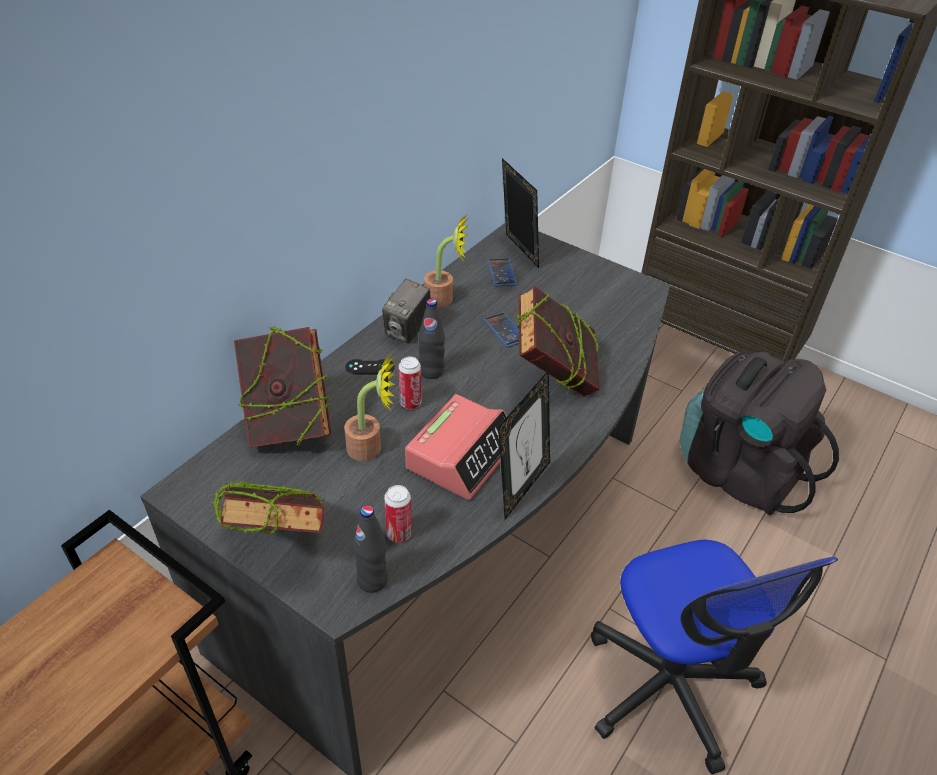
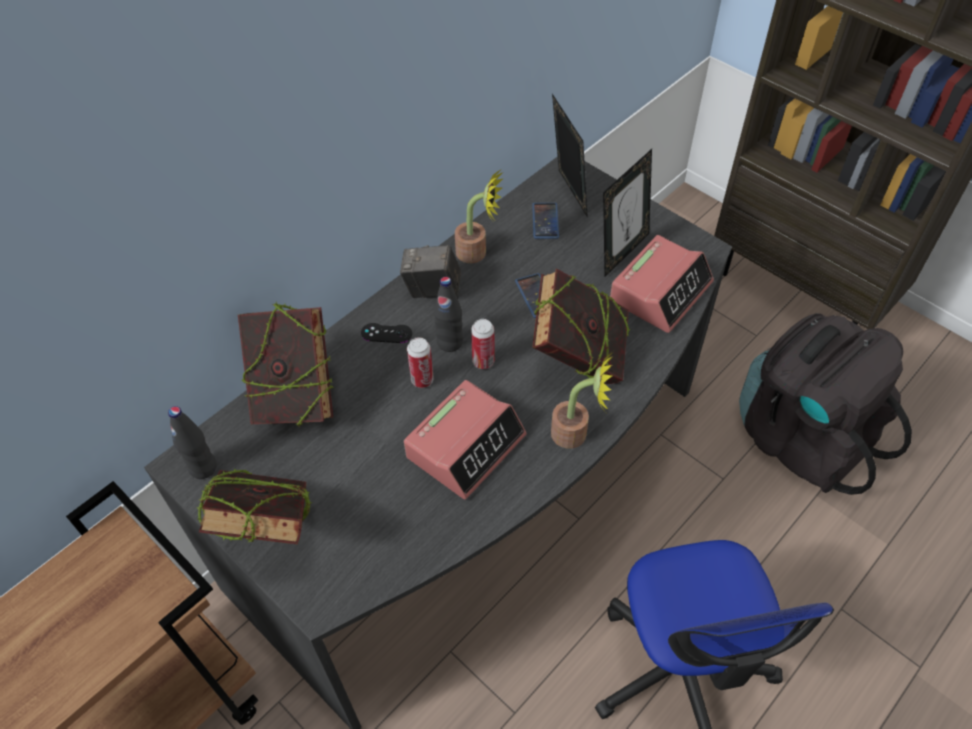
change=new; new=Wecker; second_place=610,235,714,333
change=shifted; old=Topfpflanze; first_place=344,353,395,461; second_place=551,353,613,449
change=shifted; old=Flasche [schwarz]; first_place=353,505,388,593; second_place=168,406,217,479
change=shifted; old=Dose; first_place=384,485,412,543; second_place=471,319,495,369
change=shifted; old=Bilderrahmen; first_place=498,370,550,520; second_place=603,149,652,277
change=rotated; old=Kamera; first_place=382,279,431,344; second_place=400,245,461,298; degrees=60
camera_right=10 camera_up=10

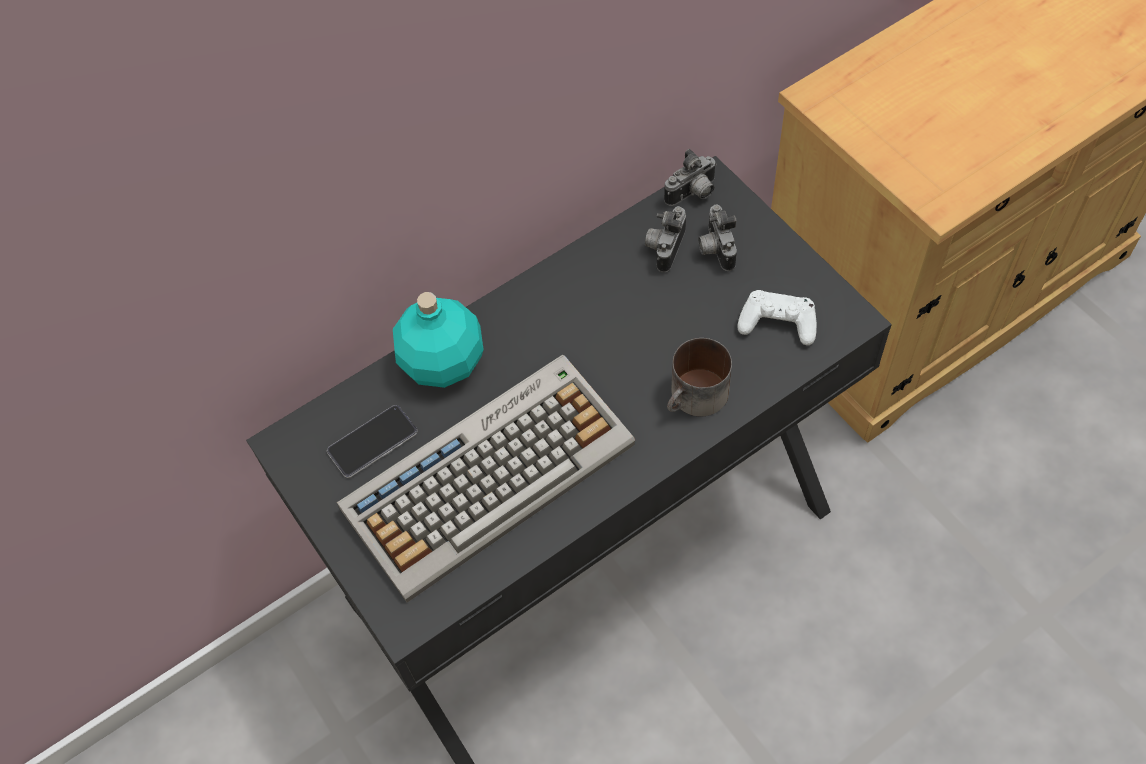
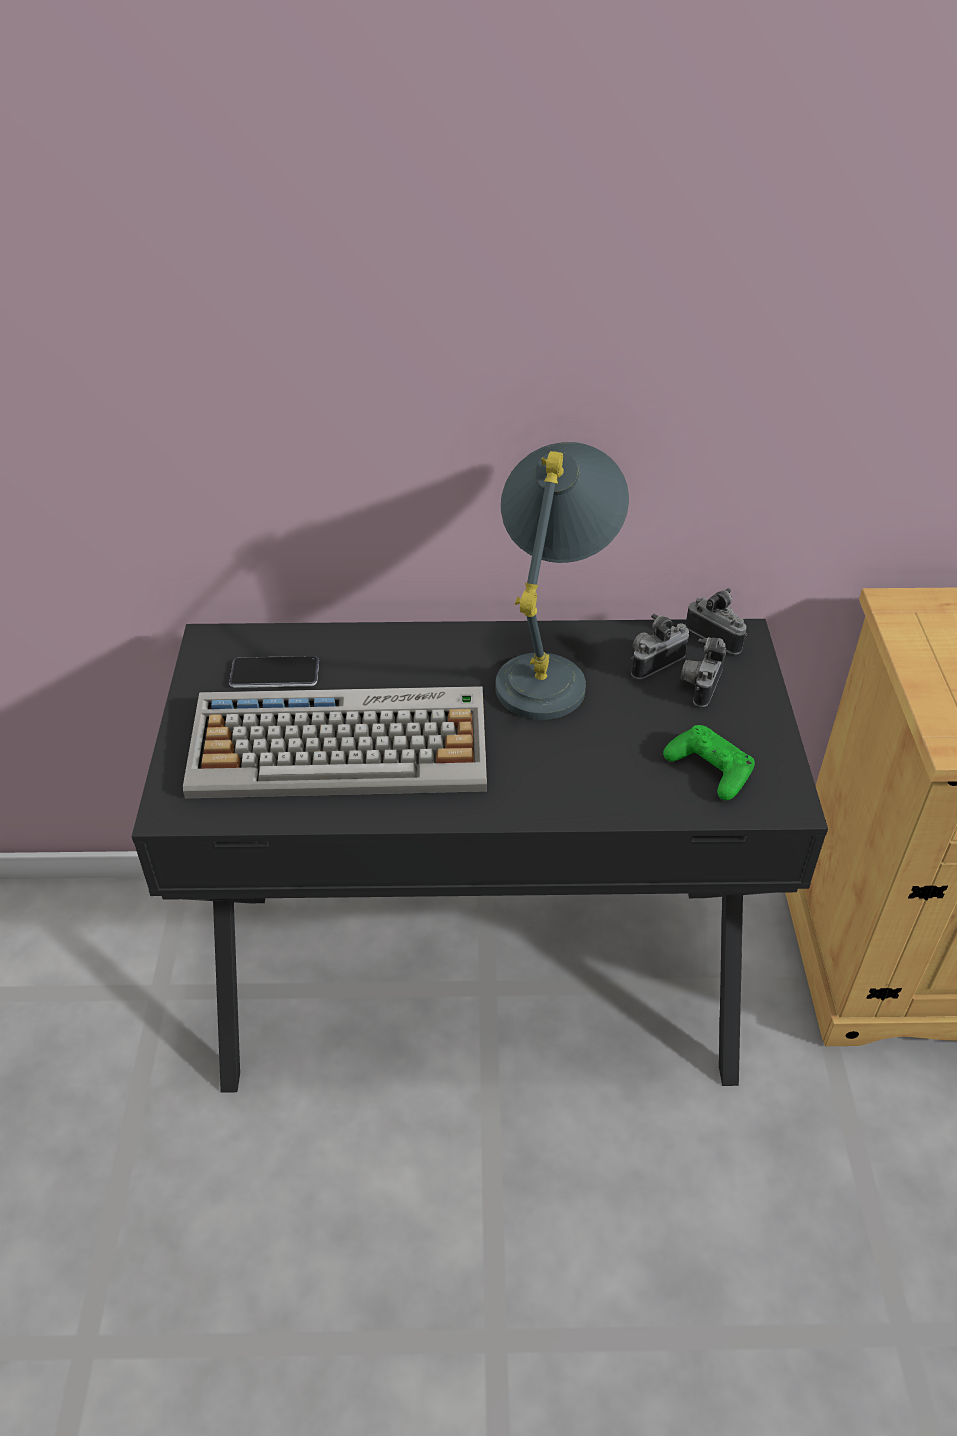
change=gone; old=Flasche [türkis]; first_place=393,292,484,388
change=gone; old=Henkelbecher; first_place=667,338,732,417
change=new; new=Tischlampe [grau]; second_place=496,442,629,720
change=repainted; old=Gamepad [weiß]; new=Gamepad [grün]; first_place=737,290,817,345; second_place=663,725,755,800
change=rotated; old=Kamera; first_place=664,149,717,206; second_place=685,588,747,655; degrees=-135
camera_right=30 camera_up=-15

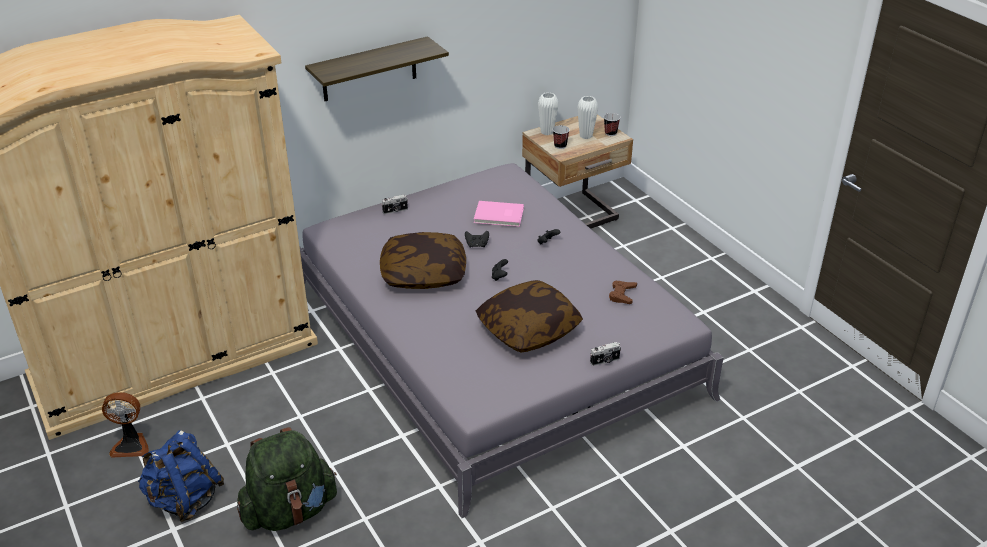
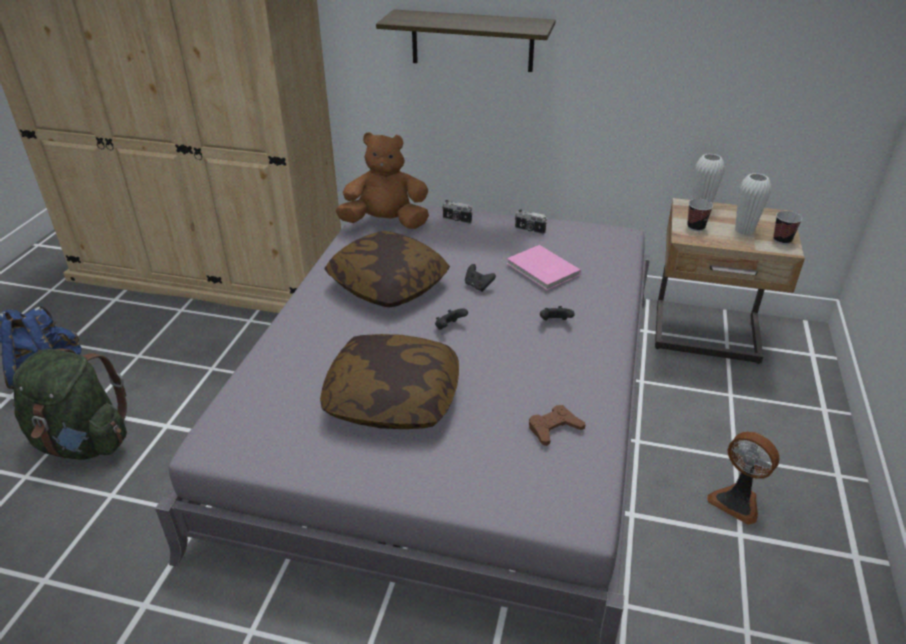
change=new; new=Plüschtier [braun]; second_place=335,132,429,229
change=shifted; old=Ventilator; first_place=102,392,149,458; second_place=707,432,780,525
change=shifted; old=Kamera; first_place=590,342,621,366; second_place=515,209,547,235
camera_right=45 camera_up=0

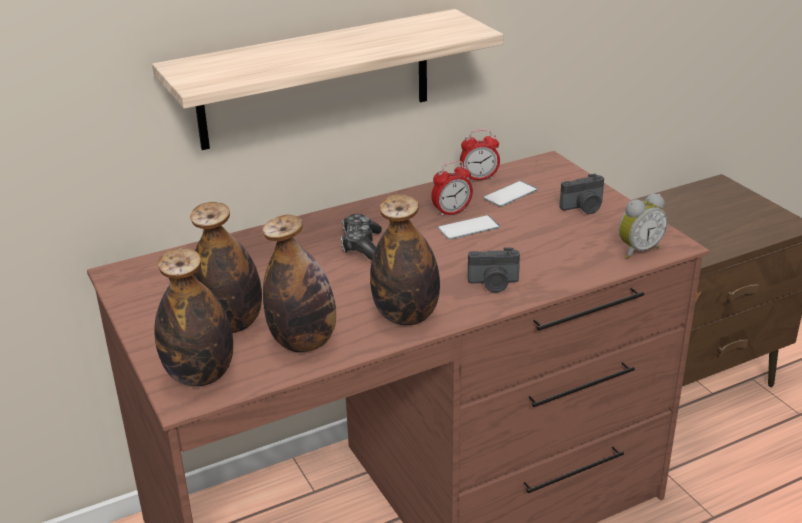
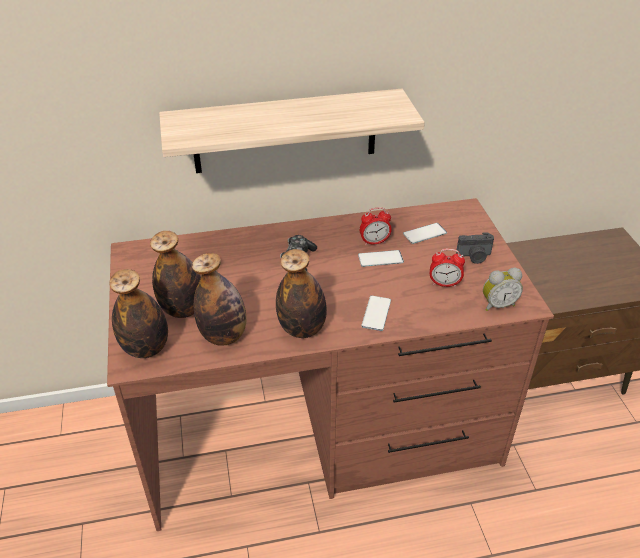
change=shifted; old=Wecker; first_place=460,129,500,180; second_place=430,249,465,287
change=swapped; old=Kamera; new=Handy; first_place=468,247,520,292; second_place=361,295,391,331
camera_right=15 camera_up=10

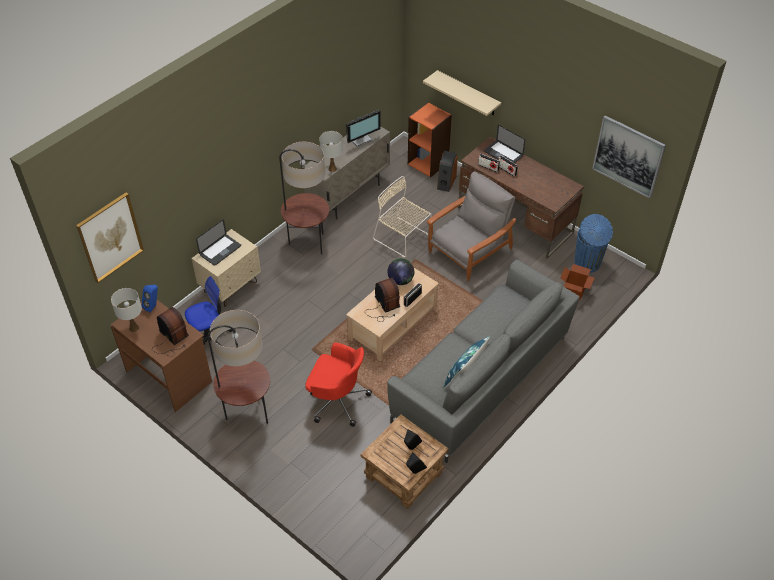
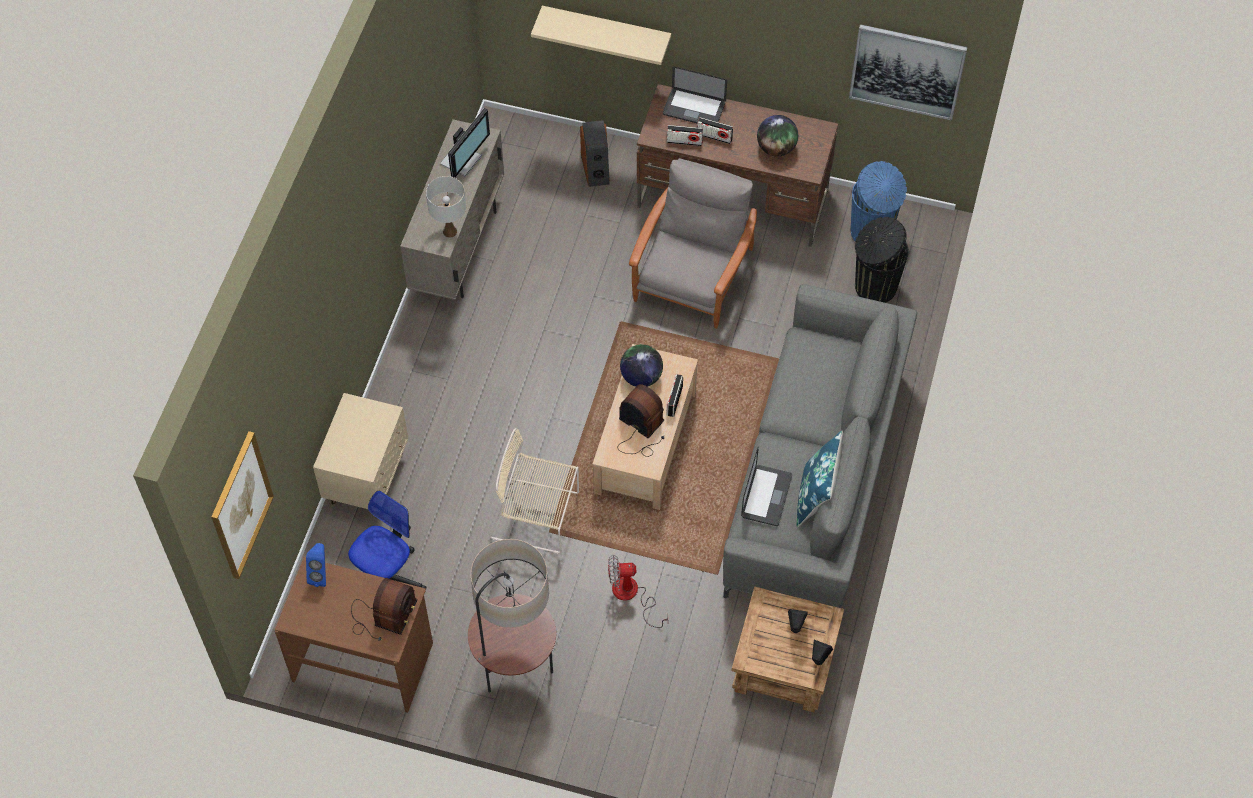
change=gone; old=Tischlampe [weiß]; first_place=111,288,142,332
change=gone; old=Stehlampe; first_place=279,142,329,255
change=gone; old=Bücherregal [orange]; first_place=408,102,452,177
change=new; new=Globus; second_place=757,115,798,156
change=shifted; old=Laptop; first_place=196,219,241,266; second_place=741,446,792,526
change=shifted; old=Stuhl [beige]; first_place=373,176,432,257; second_place=489,428,579,554
change=swapped; old=Bürostuhl [rot]; new=Ventilator; first_place=305,343,372,427; second_place=608,554,668,628
change=swapped; old=Karton; new=Mülleimer [schwarz]; first_place=560,264,595,300; second_place=855,217,909,303
change=rotated; old=Radio; first_place=152,307,189,357; second_place=351,578,417,641; degrees=90
camera_right=-25 camera_up=10

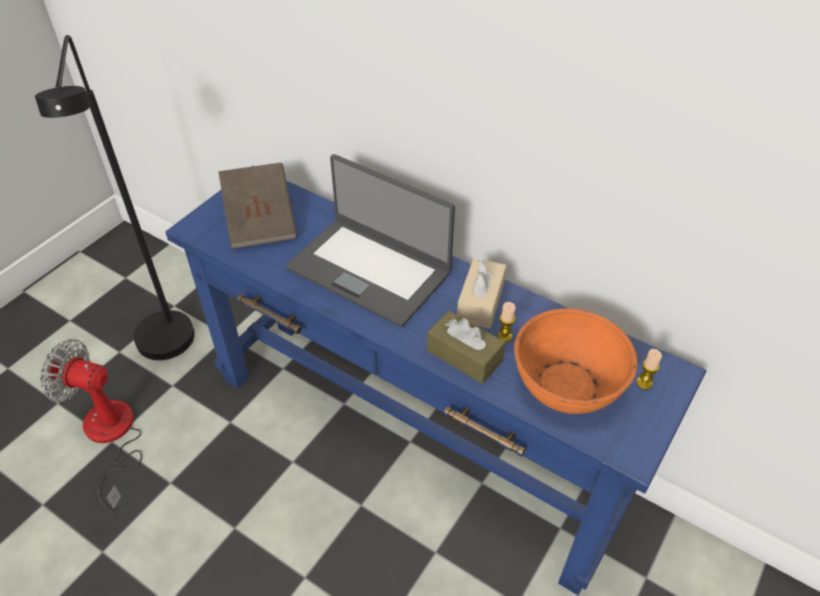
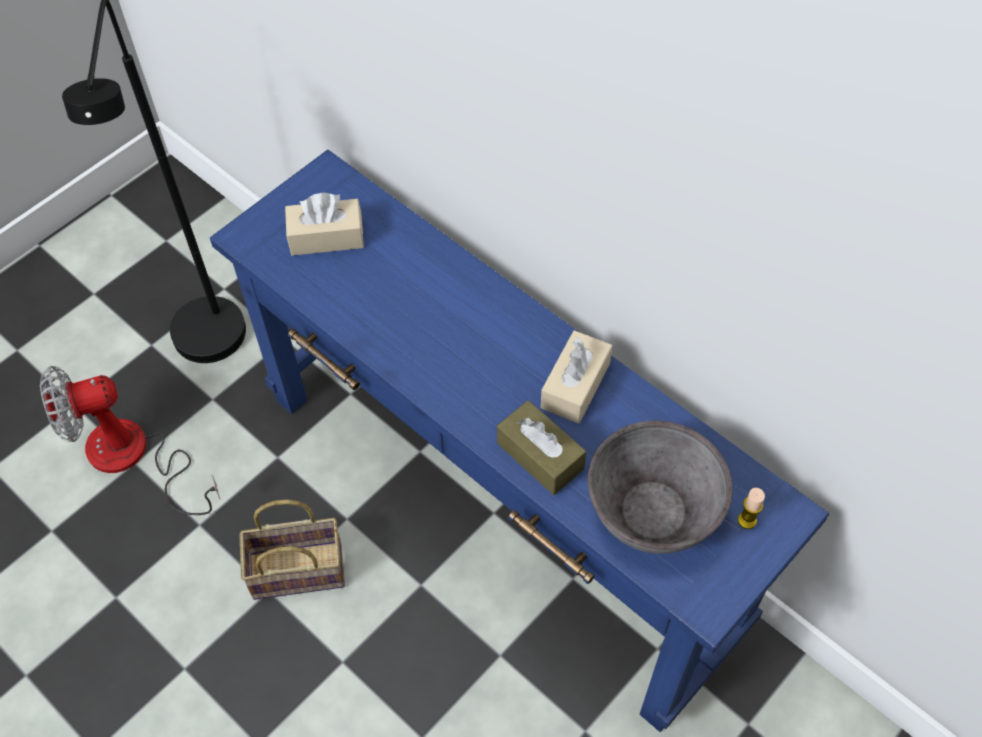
change=gone; old=Laptop; first_place=286,154,455,327
change=gone; old=Kerze; first_place=497,302,516,342
change=new; new=Korb; second_place=240,500,345,600
change=swapped; old=Buch [braun]; new=Taschentuchbox [beige]; first_place=218,162,297,249; second_place=285,193,364,256
change=repainted; old=Schüssel [orange]; new=Schüssel [grau]; first_place=514,308,638,414; second_place=588,421,733,554
change=rotated; old=Ventilator; first_place=40,339,142,512; second_place=40,366,220,515; degrees=-45
camera_right=10 camera_up=10

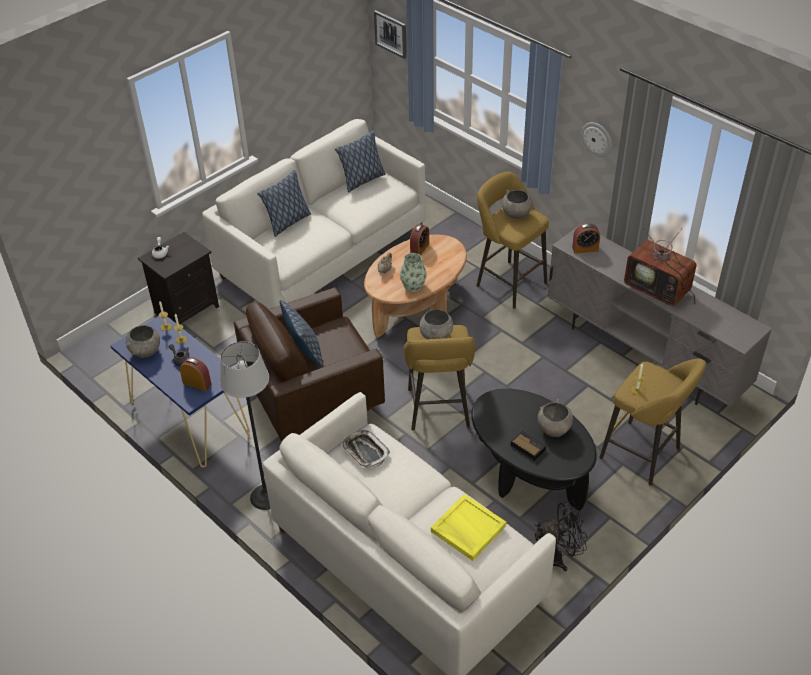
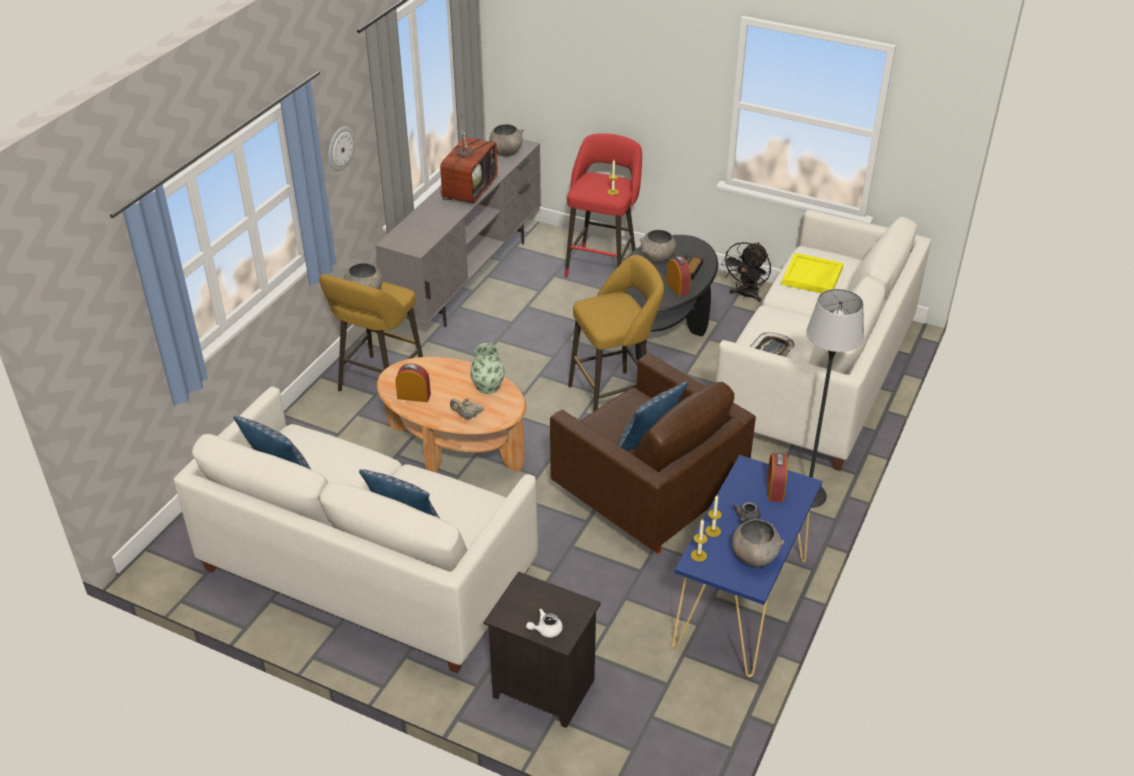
change=gone; old=Bild; first_place=374,10,407,59
change=shifted; old=Schüssel [grau]; first_place=420,309,453,339; second_place=489,124,524,157
change=shifted; old=Wecker; first_place=572,223,600,254; second_place=666,256,691,297
change=repainted; old=Hocker [gelb]; new=Hocker [rot]; first_place=599,358,706,486; second_place=565,133,642,278
change=rotated; old=Ventilator [schwarz]; first_place=535,501,587,571; second_place=721,242,771,302; degrees=-120
camera_right=-110 camera_up=-5

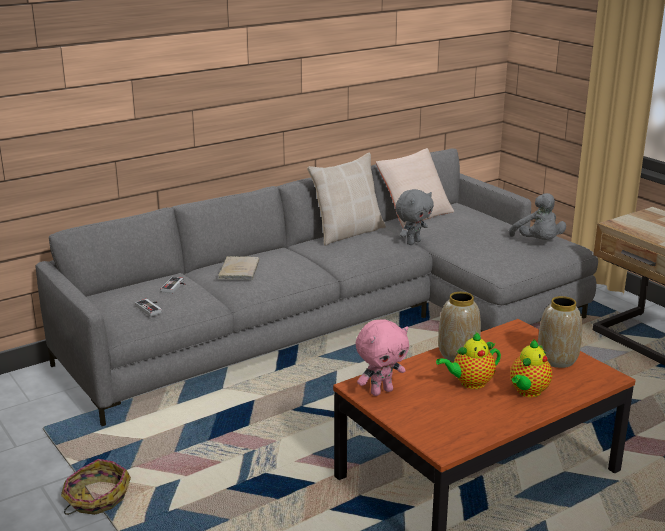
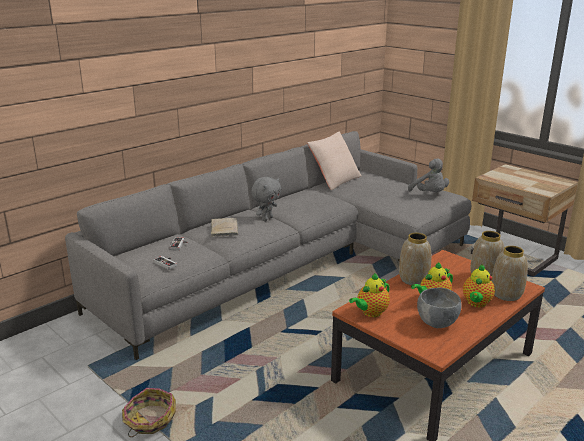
change=gone; old=Kissen [beige]; first_place=307,153,386,246
change=new; new=Schüssel [grau]; second_place=417,288,462,328
change=new; new=Vase; second_place=492,246,528,301
change=shifted; old=Plüschtier [grau]; first_place=395,189,434,245; second_place=251,177,281,221
change=swapped; old=Plüschtier [rosa]; new=Teekanne; first_place=356,319,409,396; second_place=349,273,390,317
camera_right=-10 camera_up=0

